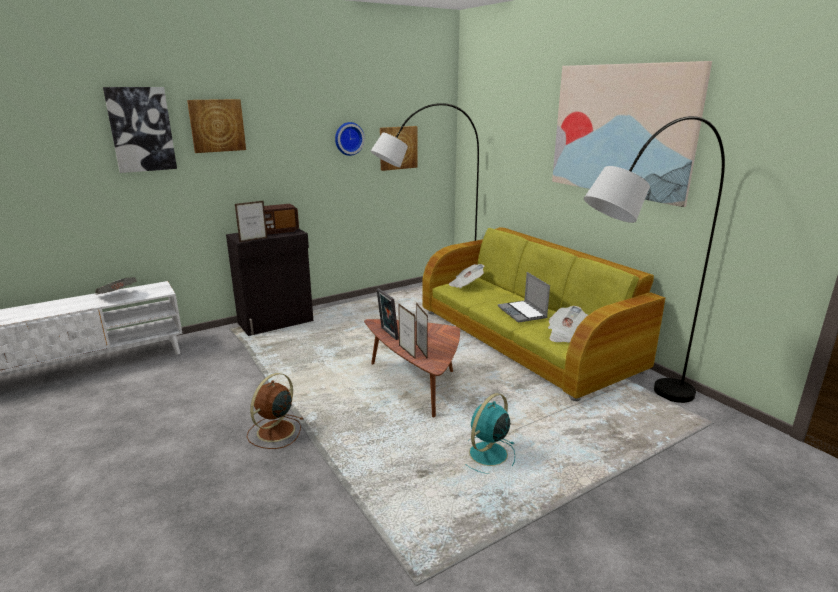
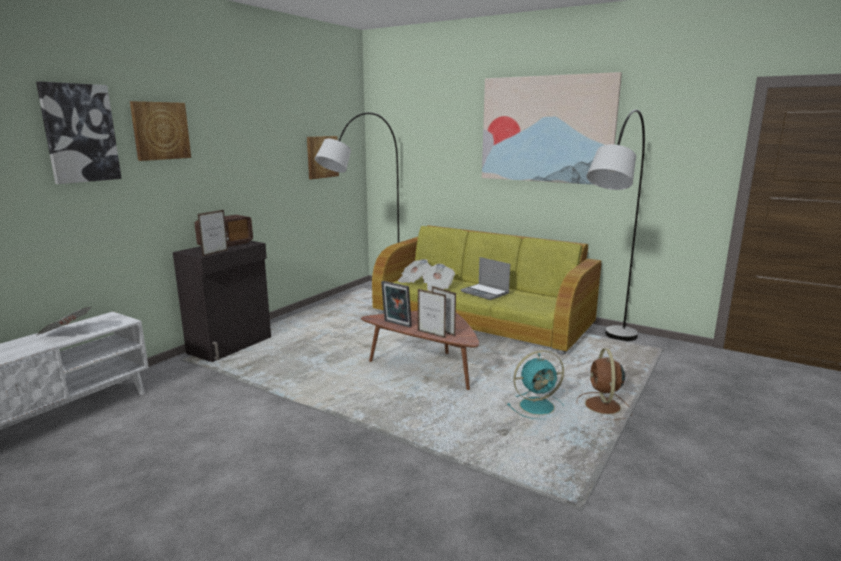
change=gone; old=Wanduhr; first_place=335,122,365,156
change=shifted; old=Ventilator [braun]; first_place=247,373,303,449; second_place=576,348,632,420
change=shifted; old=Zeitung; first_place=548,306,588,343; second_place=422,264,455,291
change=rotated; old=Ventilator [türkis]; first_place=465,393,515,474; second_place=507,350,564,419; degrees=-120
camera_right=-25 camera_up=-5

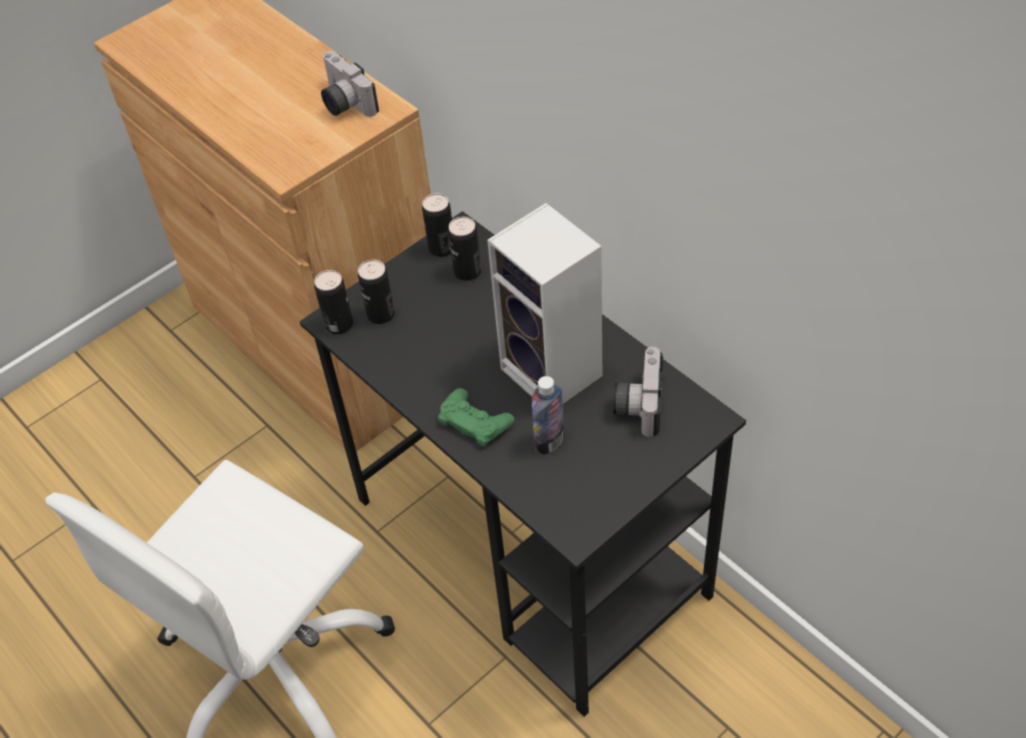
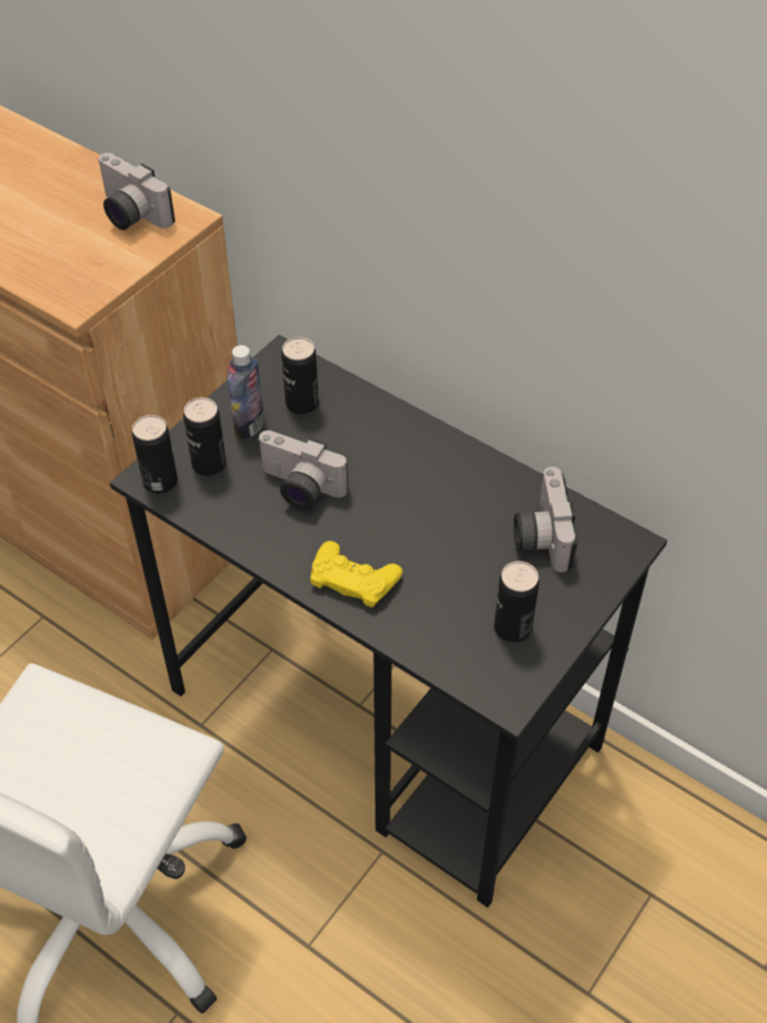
change=gone; old=Lautsprecher; first_place=487,203,602,404
change=new; new=Kamera; second_place=257,430,348,509
change=shifted; old=Dose; first_place=422,193,452,257; second_place=494,561,539,643
change=shifted; old=Flasche; first_place=532,376,564,455; second_place=227,345,264,440
change=repainted; old=Gamepad [grün]; new=Gamepad [gelb]; first_place=437,388,515,447; second_place=310,541,403,608
camera_right=-15 camera_up=0

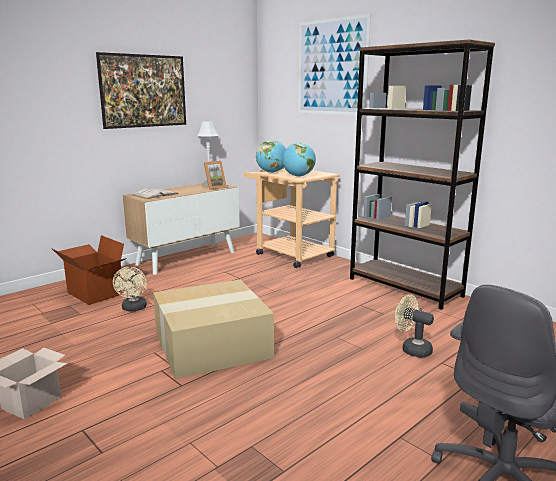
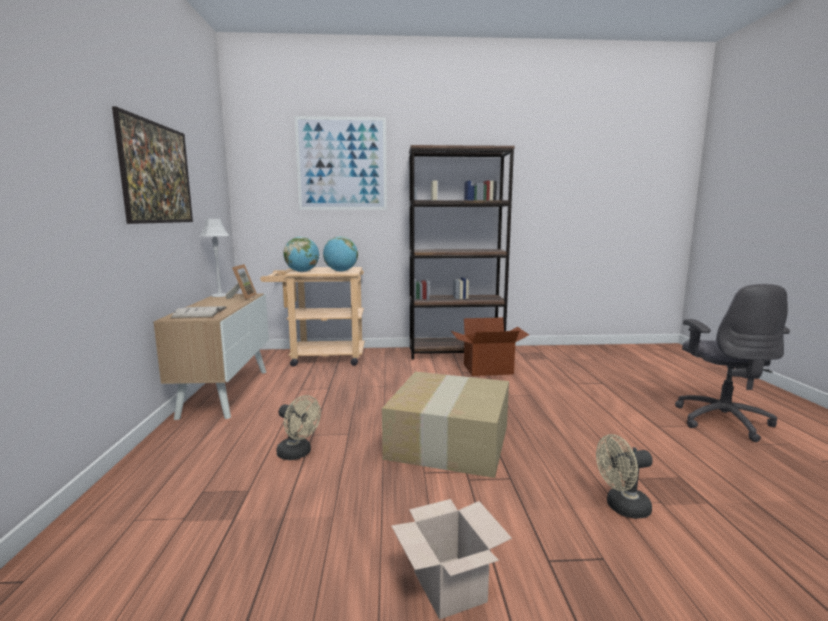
change=shifted; old=Karton; first_place=51,235,127,305; second_place=451,317,529,376
change=shifted; old=Ventilator [beige]; first_place=395,294,434,358; second_place=596,434,653,519
camera_right=-50 camera_up=-5

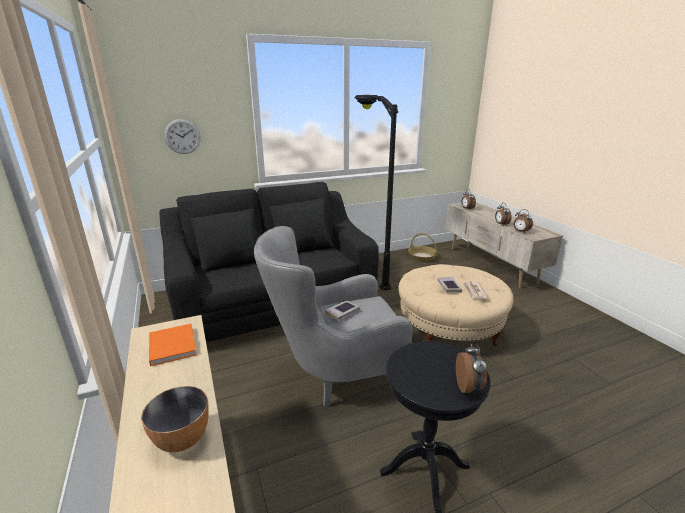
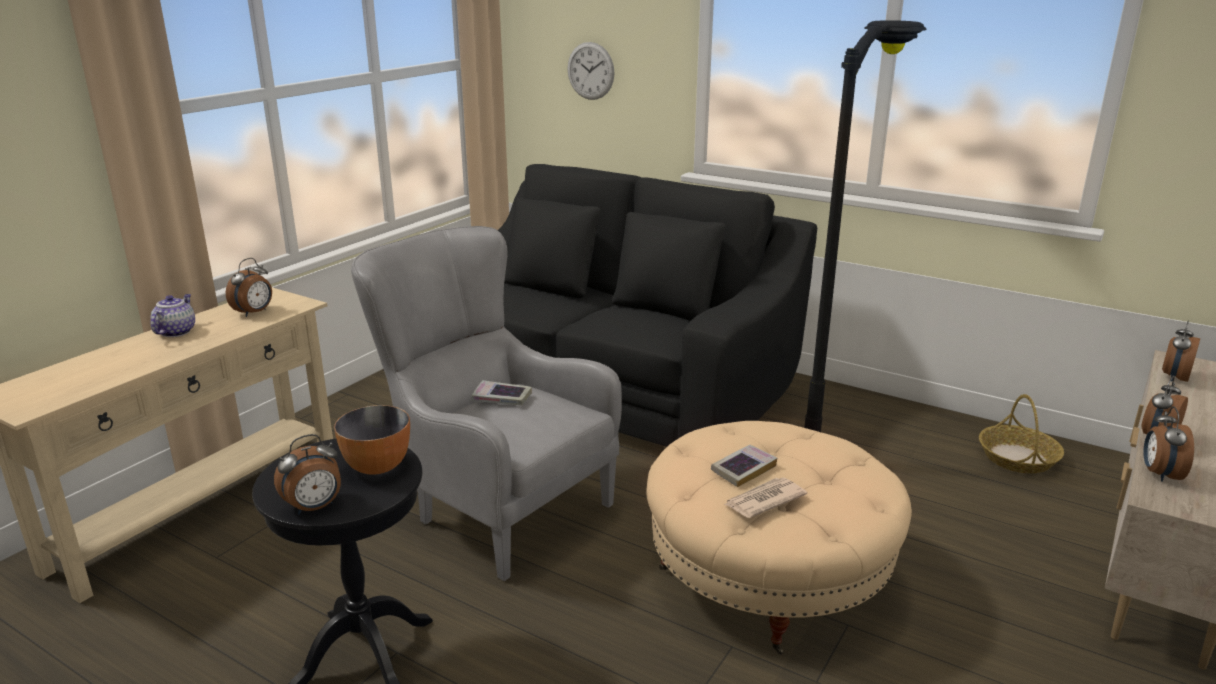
change=new; new=Teekanne; second_place=151,294,195,337
change=shifted; old=Schüssel; first_place=141,386,209,452; second_place=334,405,410,475
change=swapped; old=Buch [orange]; new=Wecker; first_place=149,324,197,366; second_place=226,258,272,317
camera_right=55 camera_up=0

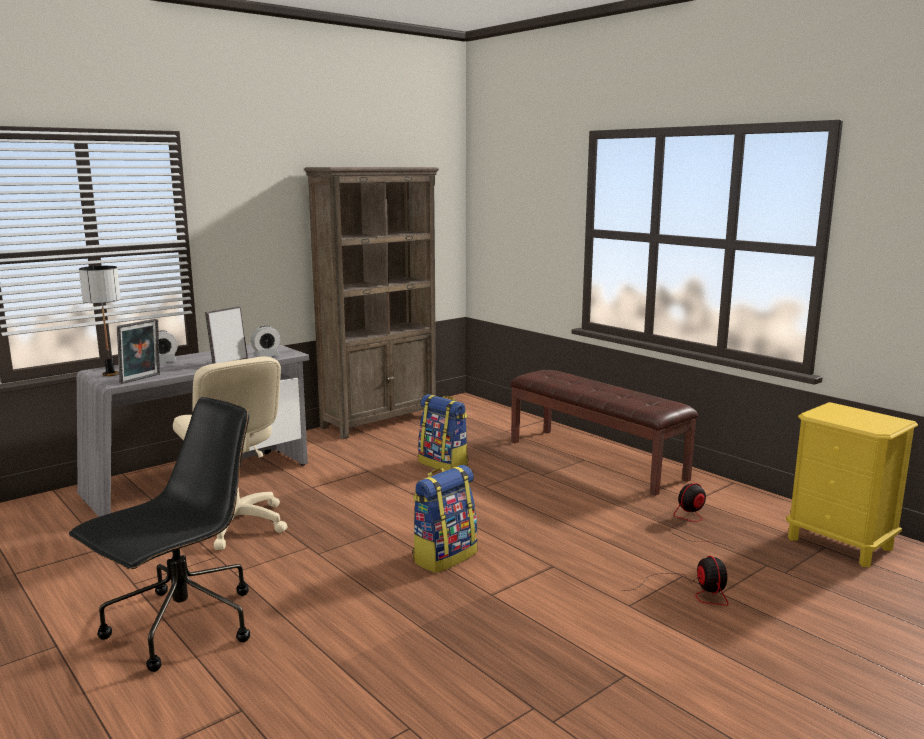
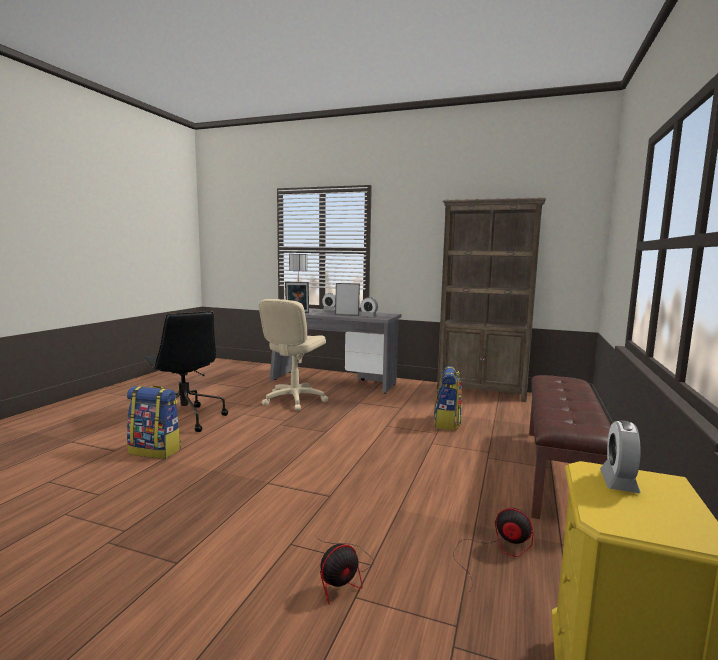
change=new; new=Wecker; second_place=600,420,641,493
change=shifted; old=Rucksack; first_place=412,465,478,573; second_place=127,385,181,459
change=rotated; old=Bürostuhl [schwarz]; first_place=69,397,250,672; second_place=142,311,228,432; degrees=45
camera_right=60 camera_up=-5

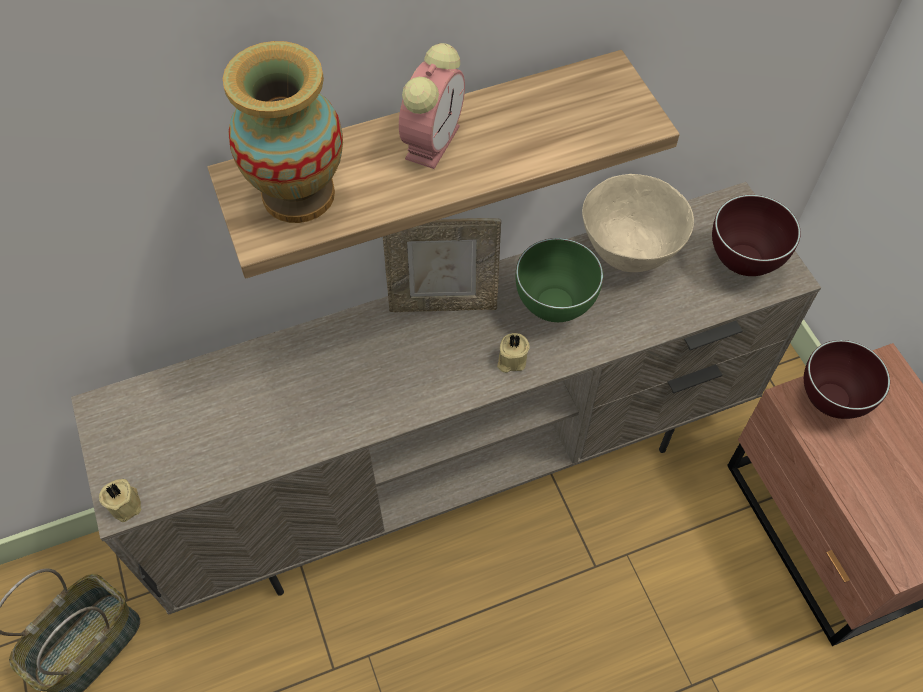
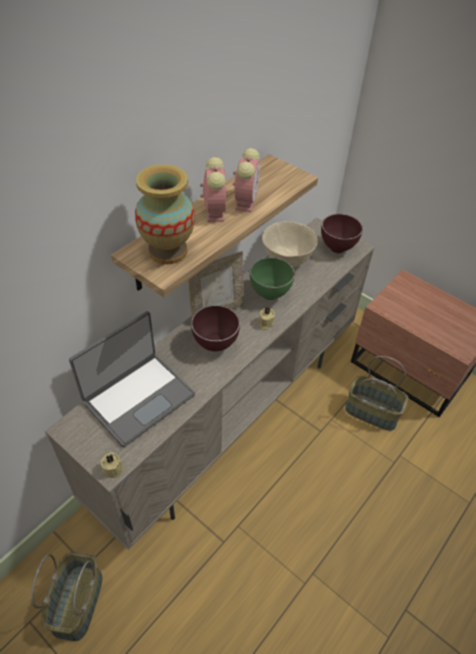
change=new; new=Laptop; second_place=69,311,195,447
change=new; new=Wecker; second_place=233,148,260,212
change=new; new=Korb; second_place=345,356,409,431
change=shifted; old=Schüssel [braun]; first_place=804,340,890,419; second_place=191,305,240,351
camera_right=-30 camera_up=-10

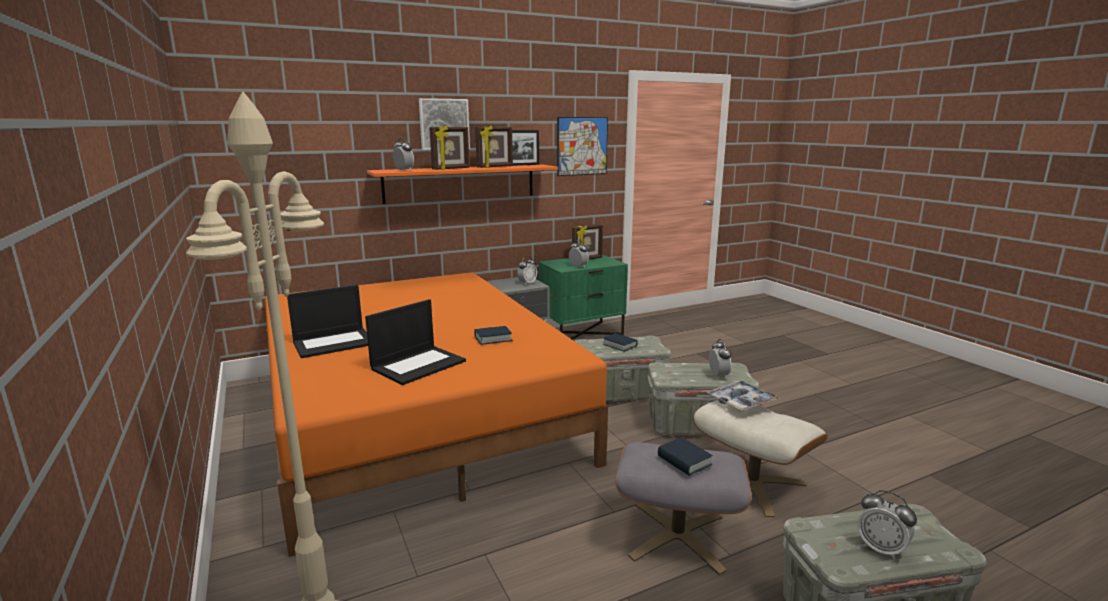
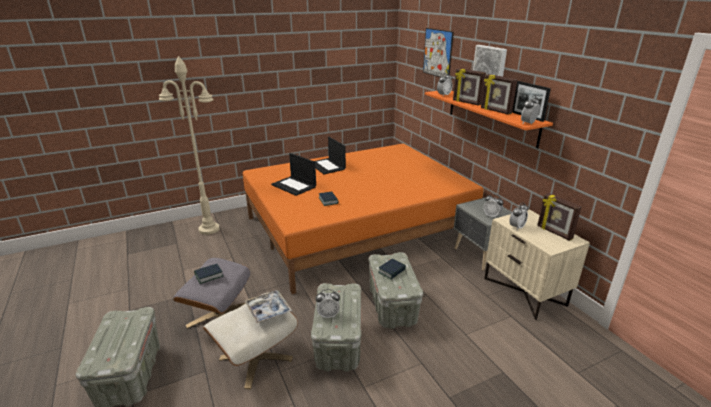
change=shifted; old=Bild; first_place=557,117,608,176; second_place=423,28,454,77
change=shifted; old=Wecker; first_place=857,490,917,560; second_place=521,95,540,124
change=repainted; old=Nachttisch [grün]; new=Nachttisch [beige]; first_place=538,255,628,340; second_place=484,209,590,320
camera_right=90 camera_up=10

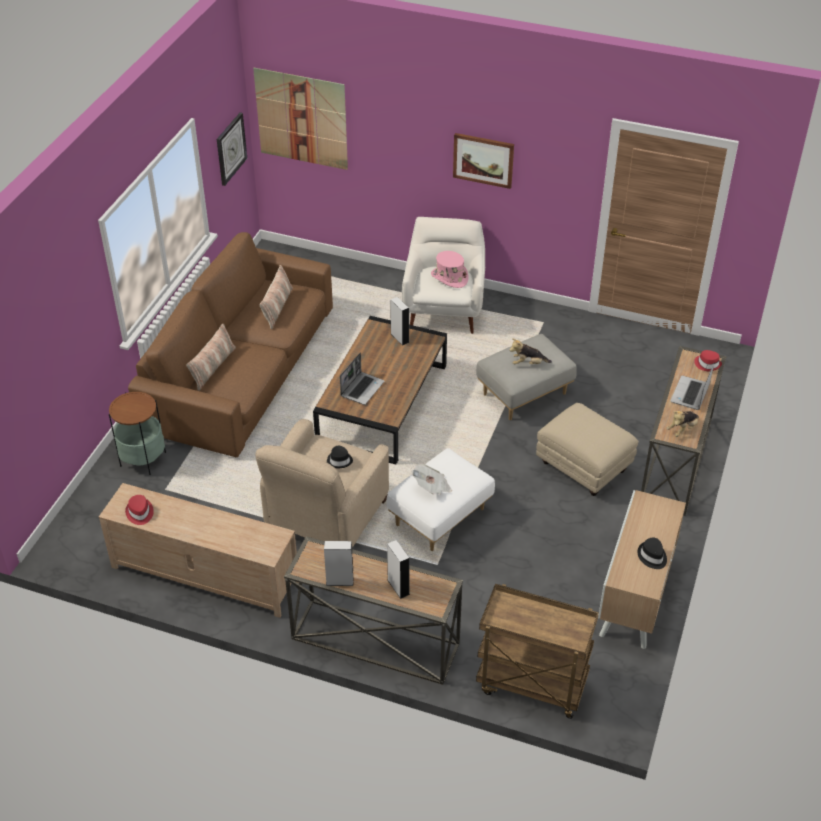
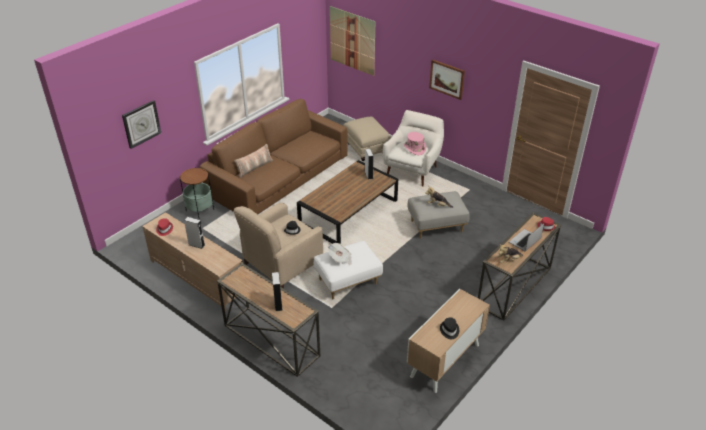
change=gone; old=Kissen; first_place=260,265,293,329
change=gone; old=Laptop; first_place=340,352,385,405
change=gone; old=Rollwagen [braun]; first_place=476,584,599,719
change=shifted; old=Wanduhr; first_place=217,112,247,186; second_place=122,100,161,149
change=shifted; old=Lautsprecher [grau]; first_place=324,541,354,586; second_place=184,217,205,249
change=shifted; old=Polsterhocker [beige]; first_place=536,403,638,496; second_place=344,117,391,161
camera_right=20 camera_up=-5

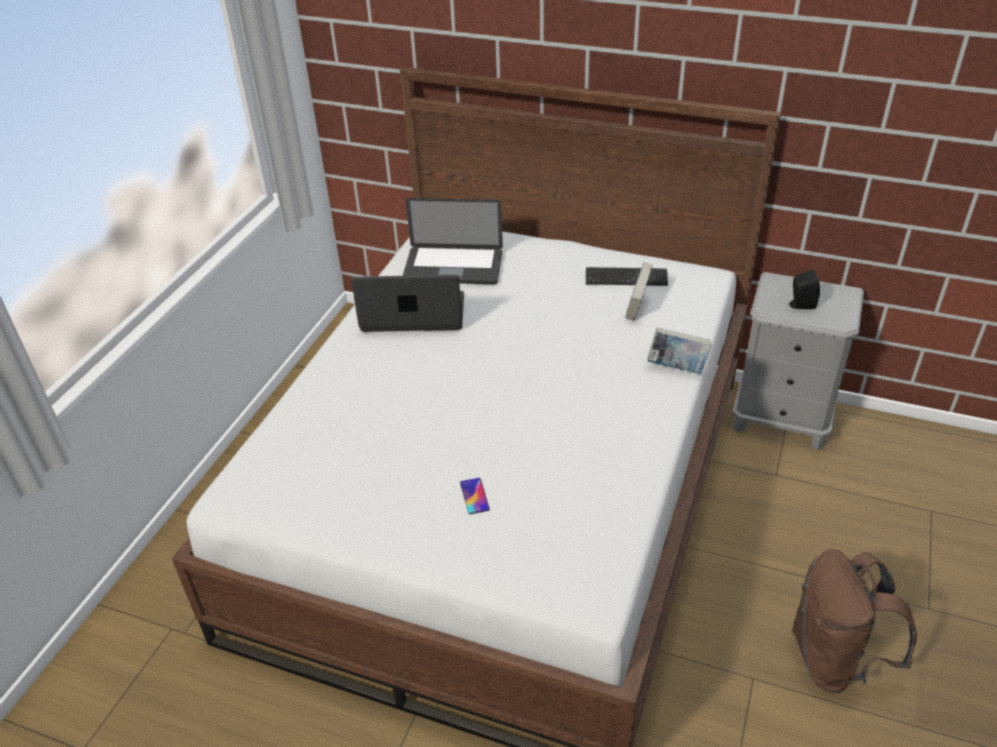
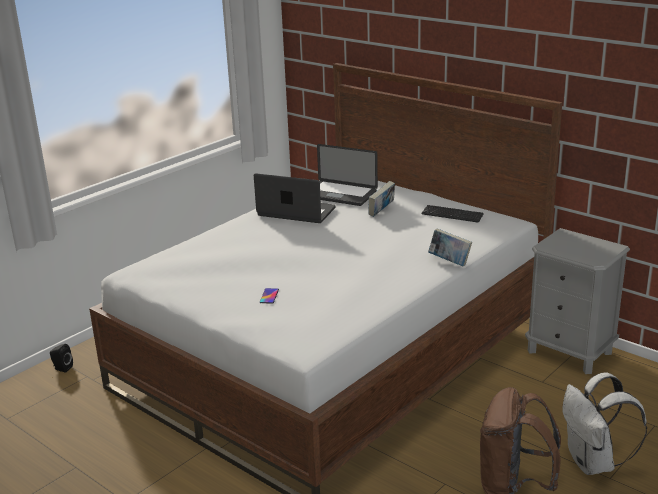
change=new; new=Rucksack [weiß]; second_place=562,372,647,475
change=shifted; old=Buch; first_place=625,262,653,321; second_place=369,181,395,217
change=shifted; old=Lautsprecher [schwarz]; first_place=788,270,820,309; second_place=50,344,73,373
camera_right=20 camera_up=-15

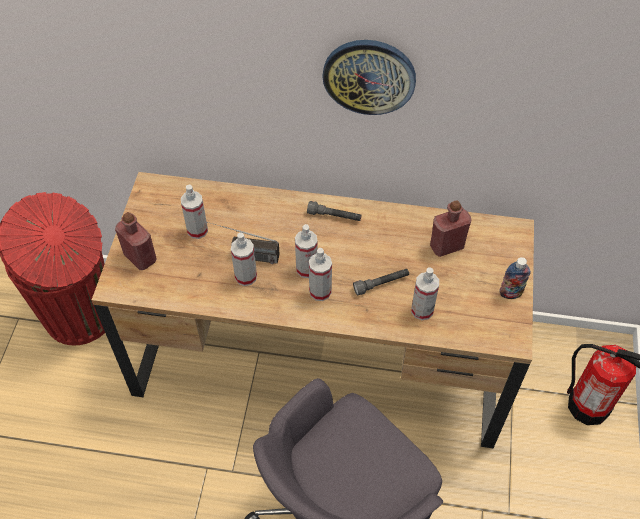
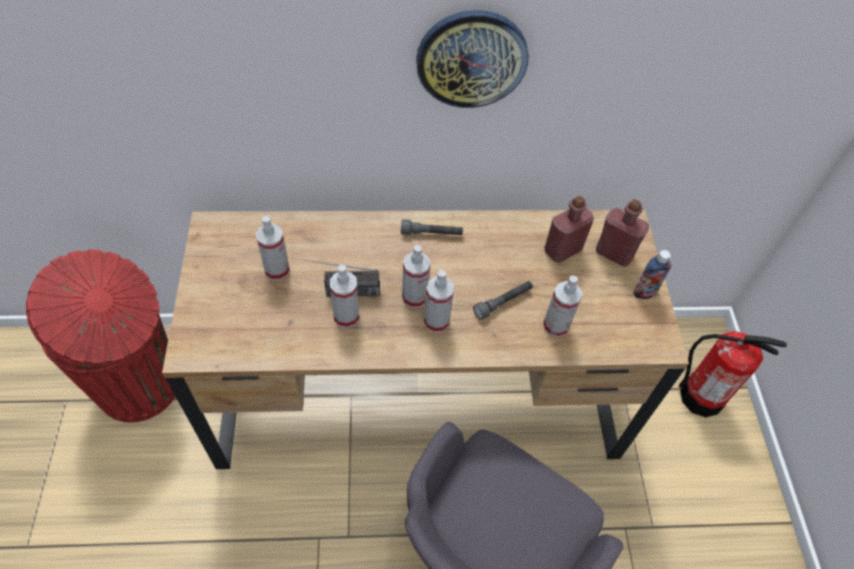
change=shifted; old=Flasche [rot]; first_place=115,212,157,270; second_place=596,199,649,267
camera_right=-15 camera_up=0

